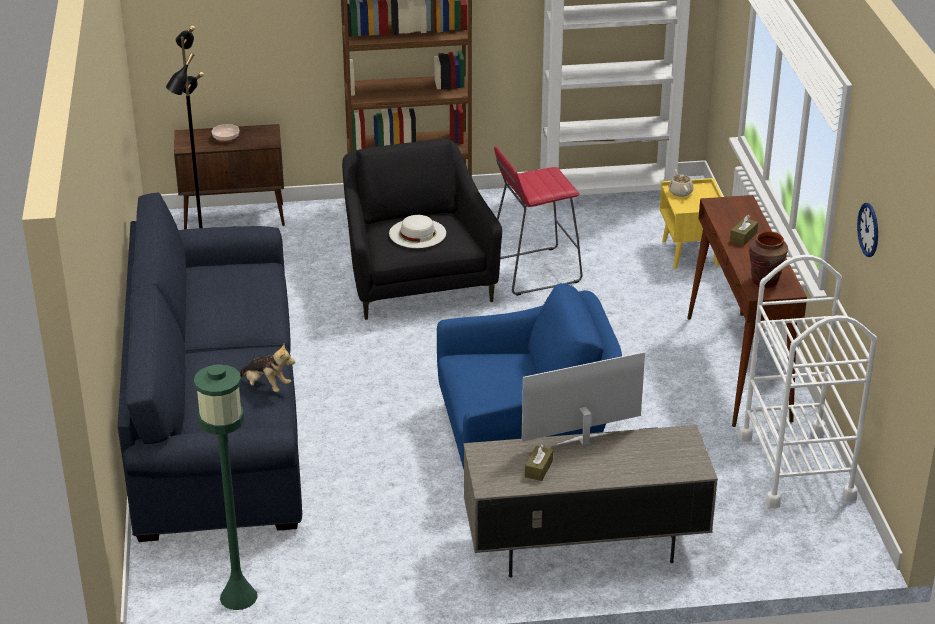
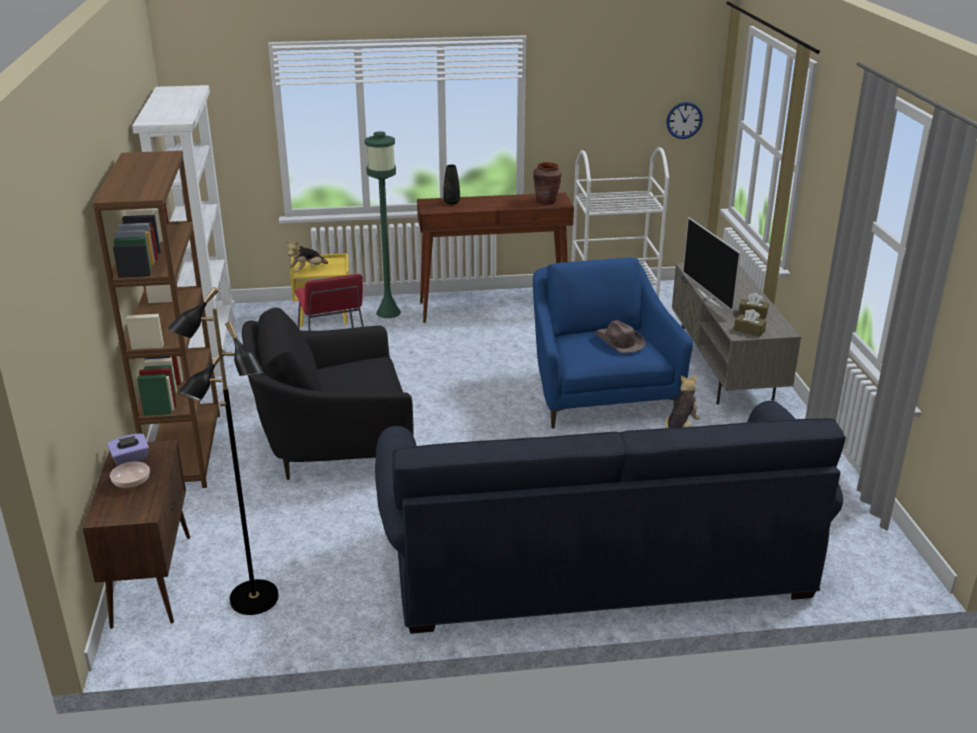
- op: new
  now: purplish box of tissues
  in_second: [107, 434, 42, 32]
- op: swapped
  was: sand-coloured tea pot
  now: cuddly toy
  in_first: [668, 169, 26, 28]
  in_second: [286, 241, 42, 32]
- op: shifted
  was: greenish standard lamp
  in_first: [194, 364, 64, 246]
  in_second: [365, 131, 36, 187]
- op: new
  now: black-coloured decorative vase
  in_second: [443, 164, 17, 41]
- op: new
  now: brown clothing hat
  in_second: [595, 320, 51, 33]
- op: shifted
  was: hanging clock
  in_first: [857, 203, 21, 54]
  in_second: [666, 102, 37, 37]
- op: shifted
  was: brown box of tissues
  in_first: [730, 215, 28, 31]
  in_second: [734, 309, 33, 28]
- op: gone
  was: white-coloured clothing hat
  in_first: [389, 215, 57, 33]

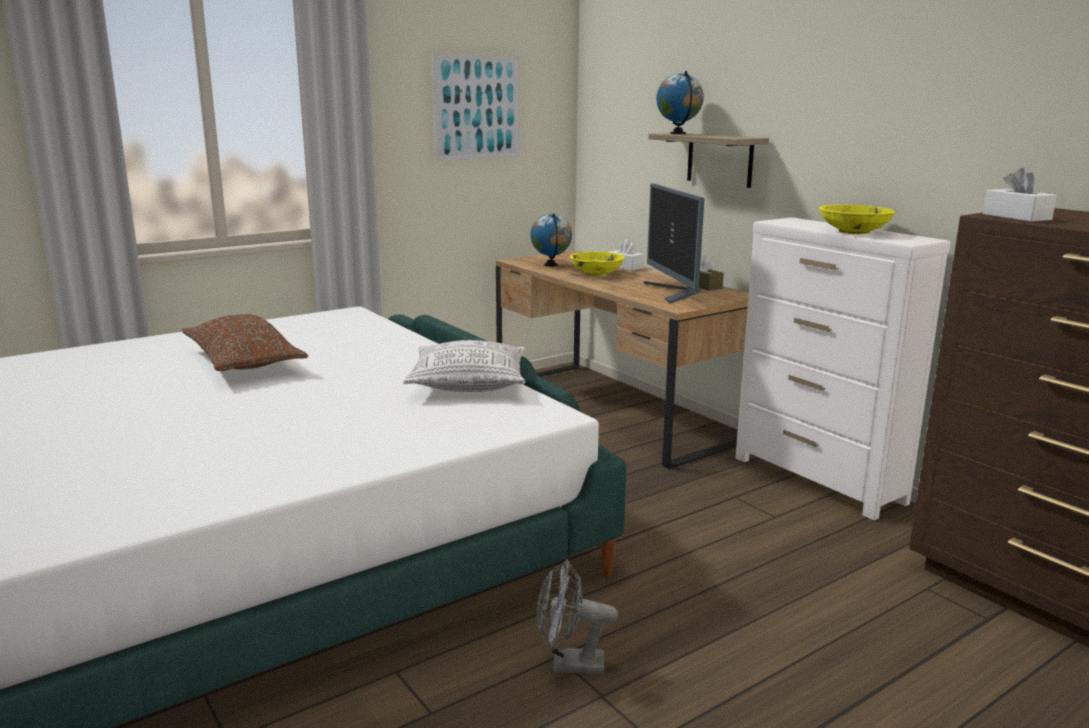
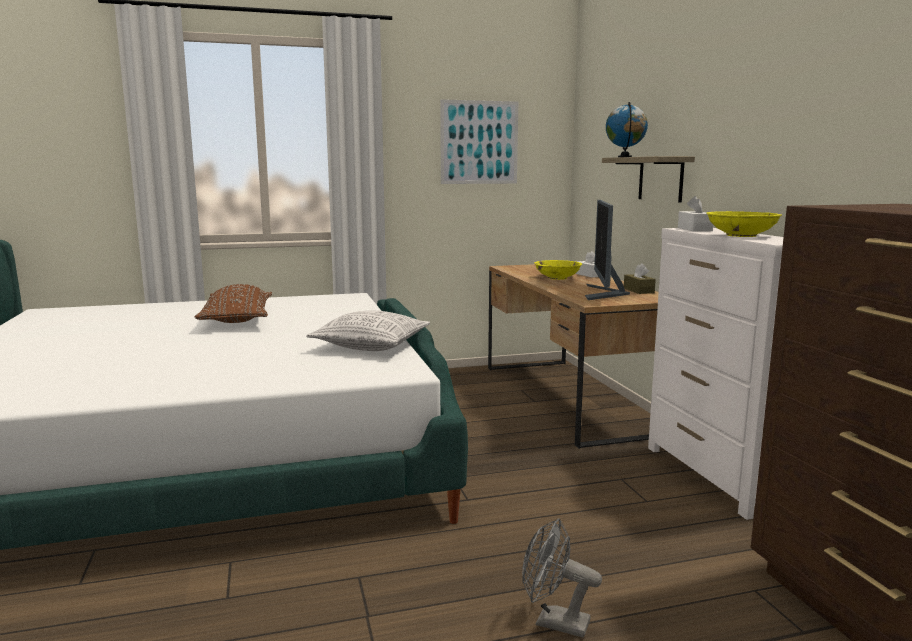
- op: shifted
  was: greyish electric fan
  in_first: [537, 560, 81, 114]
  in_second: [522, 518, 80, 120]
- op: shifted
  was: white-coloured box of tissues
  in_first: [983, 168, 74, 54]
  in_second: [678, 196, 35, 35]
- op: gone
  was: globe
  in_first: [530, 213, 42, 54]

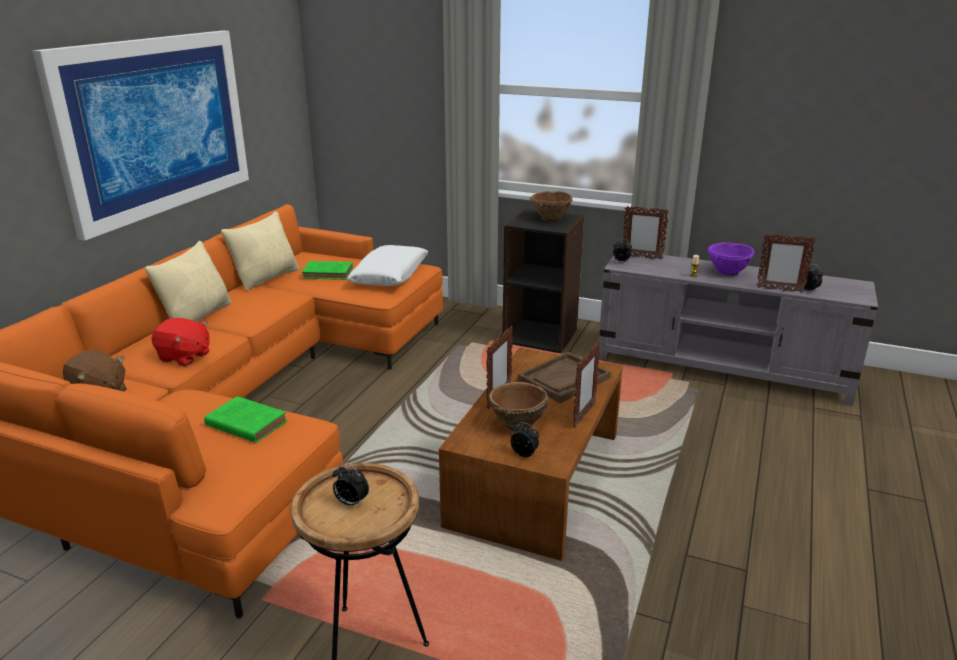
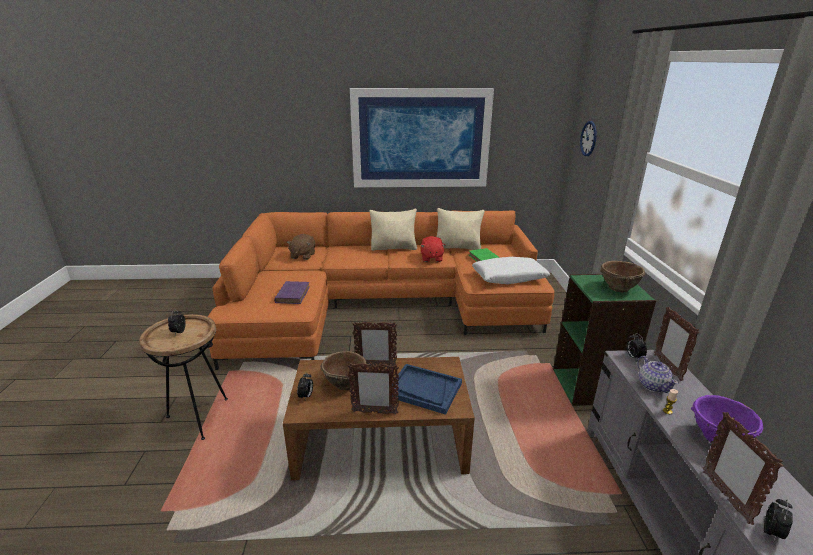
- op: repainted
  was: greenish volume
  now: purplish volume
  in_first: [204, 396, 83, 47]
  in_second: [274, 281, 36, 23]
- op: repainted
  was: brown serving tray
  now: blue-coloured serving tray
  in_first: [518, 352, 93, 51]
  in_second: [393, 364, 69, 51]
- op: shifted
  was: red cuddly toy
  in_first: [151, 318, 59, 48]
  in_second: [421, 236, 25, 26]
- op: repainted
  was: black-coloured shelving unit
  now: greenish shelving unit
  in_first: [503, 209, 81, 144]
  in_second: [553, 274, 103, 132]
- op: new
  now: hanging clock
  in_second: [580, 121, 17, 35]
- op: new
  now: tea pot
  in_second: [637, 356, 42, 37]

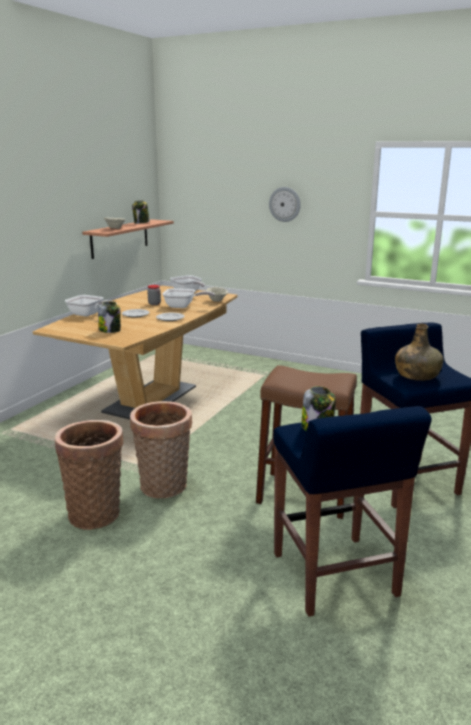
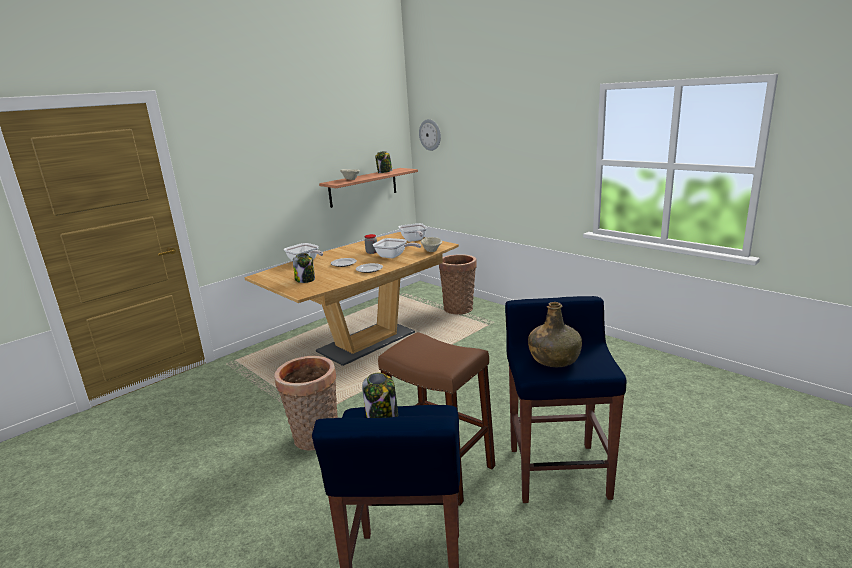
- op: shifted
  was: hanging clock
  in_first: [269, 187, 32, 35]
  in_second: [419, 119, 22, 32]
- op: shifted
  was: basket
  in_first: [55, 420, 68, 110]
  in_second: [439, 254, 38, 61]

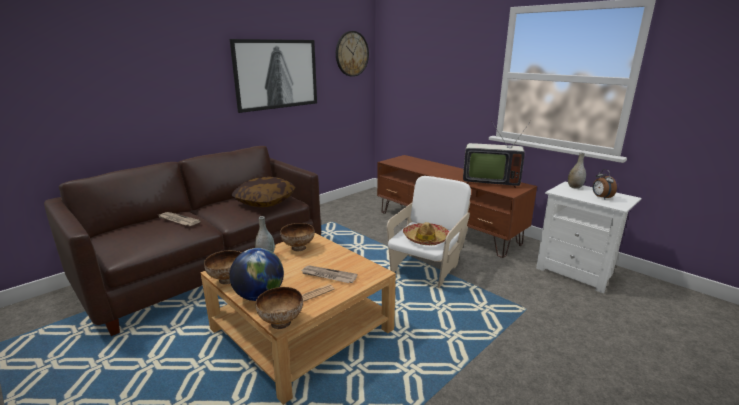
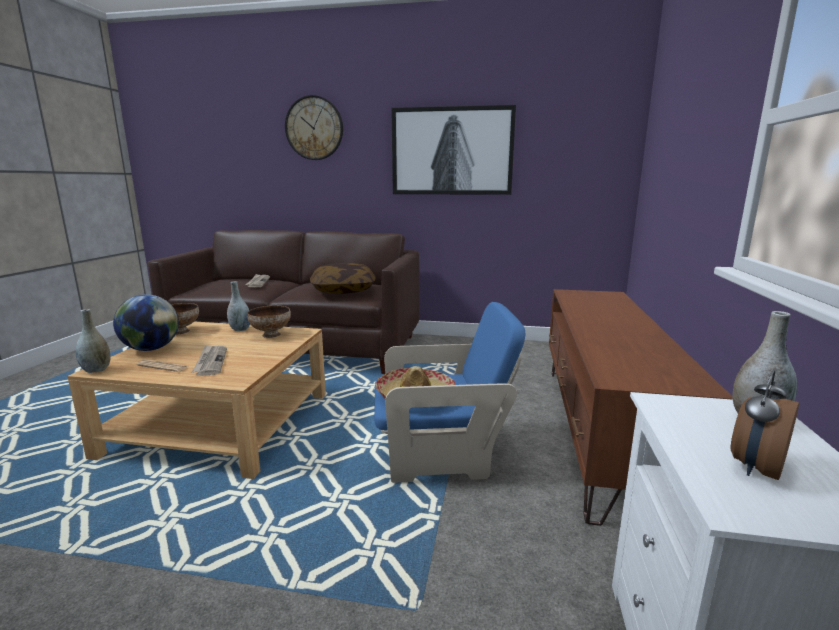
- op: swapped
  was: deep dish
  now: greyish decorative vase
  in_first: [256, 287, 47, 42]
  in_second: [76, 309, 34, 64]
- op: shifted
  was: hanging clock
  in_first: [336, 31, 33, 46]
  in_second: [285, 95, 58, 65]
- op: repainted
  was: white-coloured armchair
  now: blue-coloured armchair
  in_first: [387, 176, 84, 112]
  in_second: [374, 302, 151, 181]
- op: gone
  was: television
  in_first: [463, 121, 68, 67]

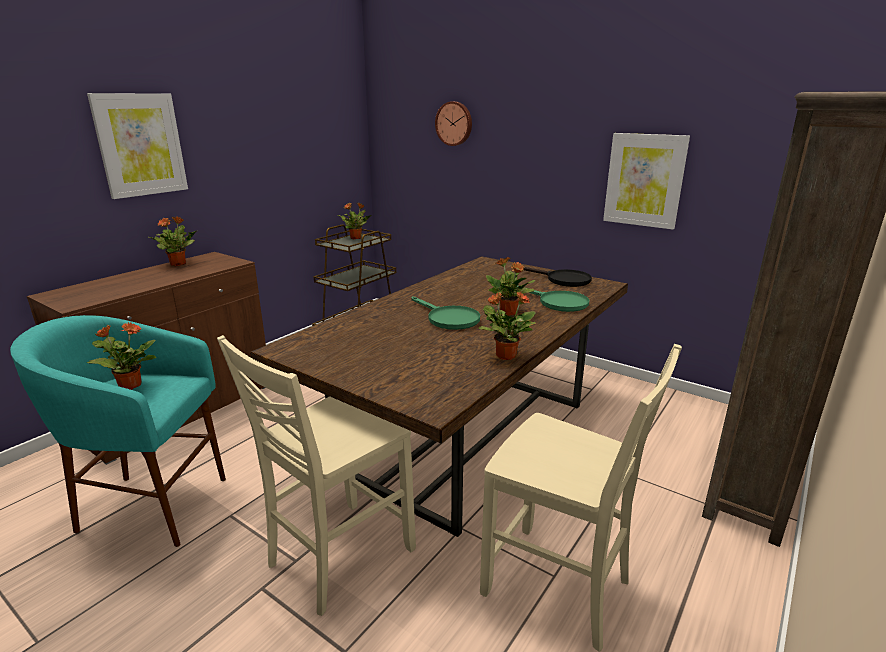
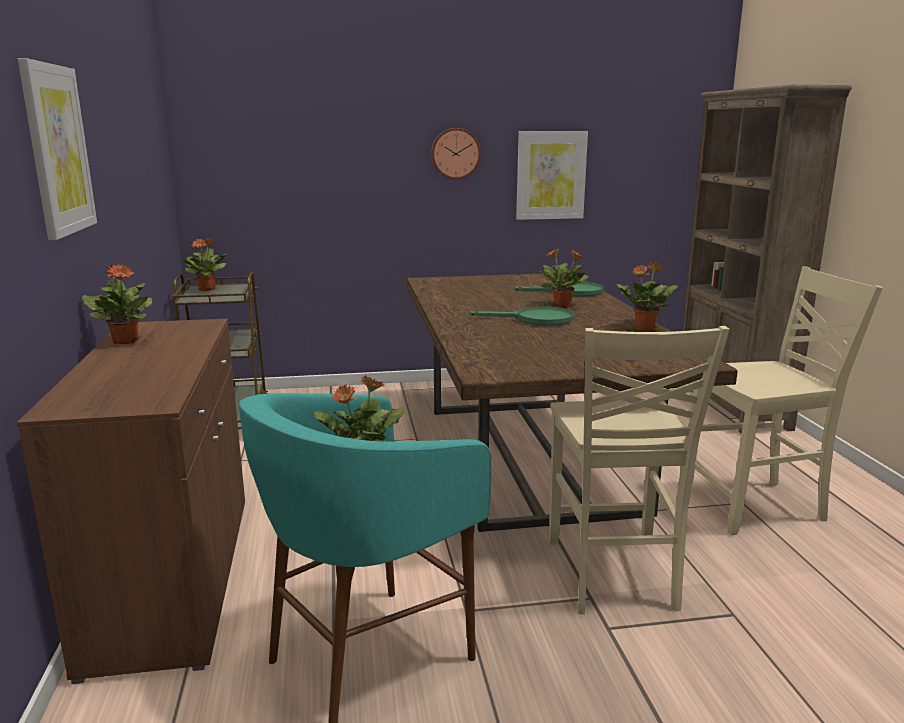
- op: shifted
  was: hanging clock
  in_first: [435, 101, 37, 45]
  in_second: [431, 128, 50, 52]
- op: gone
  was: black-coloured frying pan
  in_first: [524, 267, 68, 20]

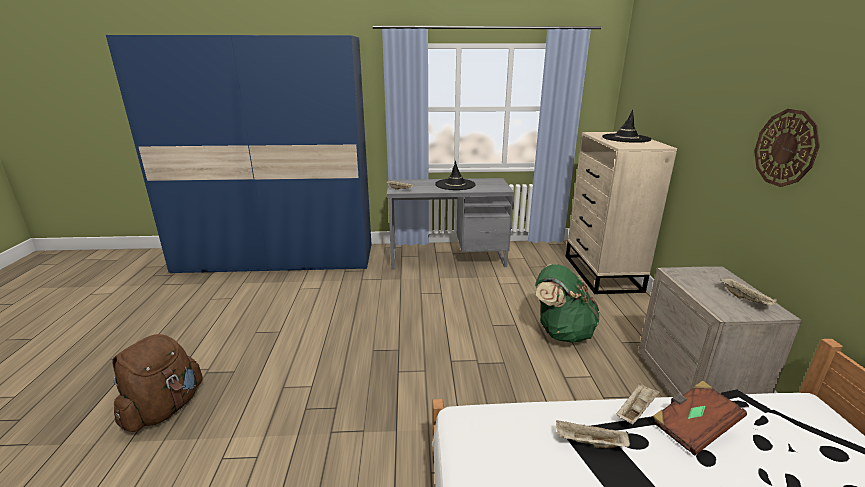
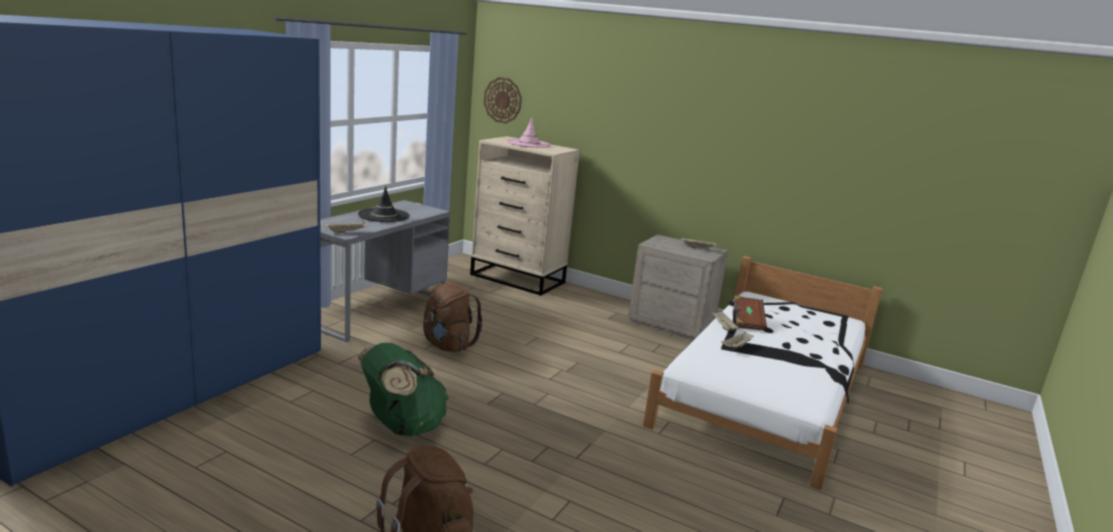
- op: shifted
  was: greenish rucksack
  in_first: [535, 264, 65, 79]
  in_second: [357, 343, 92, 93]
- op: new
  now: brown rucksack
  in_second: [423, 283, 60, 69]
- op: shifted
  was: hanging clock
  in_first: [754, 109, 66, 78]
  in_second: [484, 77, 38, 46]
- op: repainted
  was: black-coloured clothing hat
  now: pink-coloured clothing hat
  in_first: [602, 110, 50, 33]
  in_second: [507, 117, 44, 31]

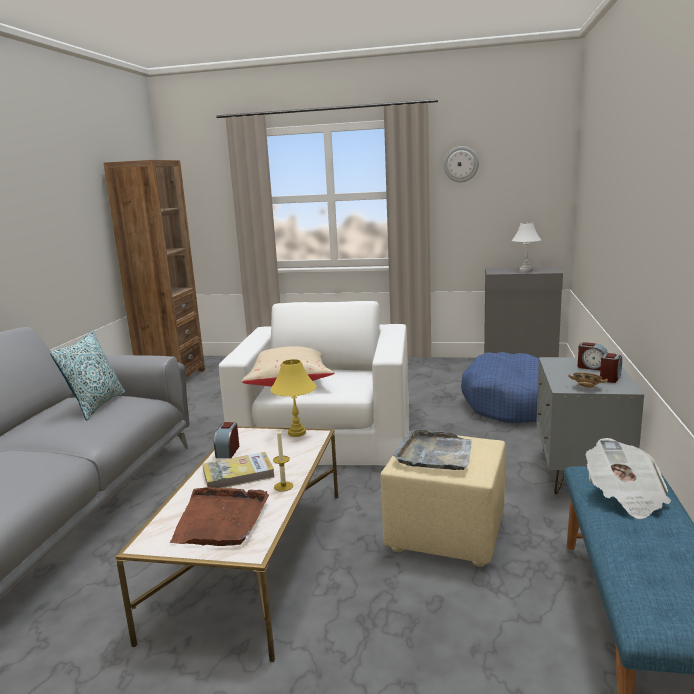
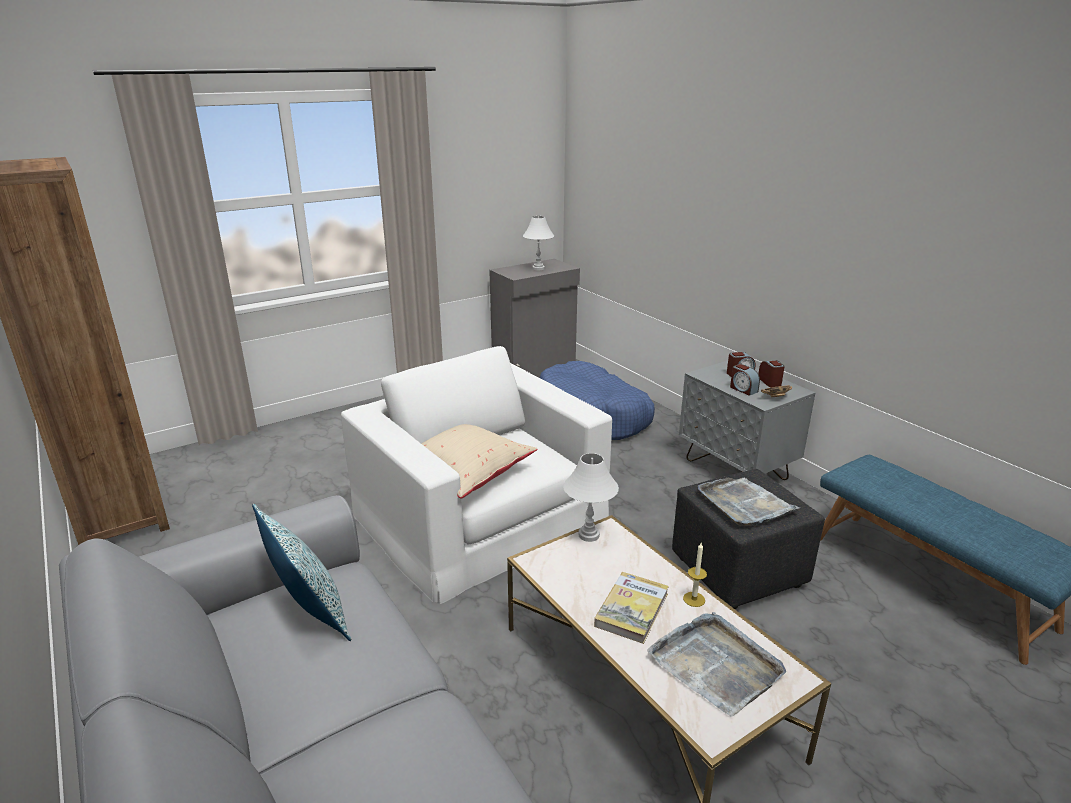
- op: repainted
  was: yellow-coloured lamp for a table
  now: white-coloured lamp for a table
  in_first: [270, 359, 46, 78]
  in_second: [563, 453, 56, 89]
- op: repainted
  was: brown serving tray
  now: greyish serving tray
  in_first: [170, 487, 99, 59]
  in_second: [647, 612, 139, 104]
- op: repainted
  was: sand-coloured footrest
  now: black-coloured footrest
  in_first: [380, 433, 126, 134]
  in_second: [672, 469, 153, 140]
- op: shifted
  was: alarm clock
  in_first: [214, 422, 25, 36]
  in_second: [730, 364, 30, 32]
- op: gone
  was: hanging clock
  in_first: [444, 146, 35, 37]
- op: gone
  was: newspaper
  in_first: [586, 438, 85, 81]

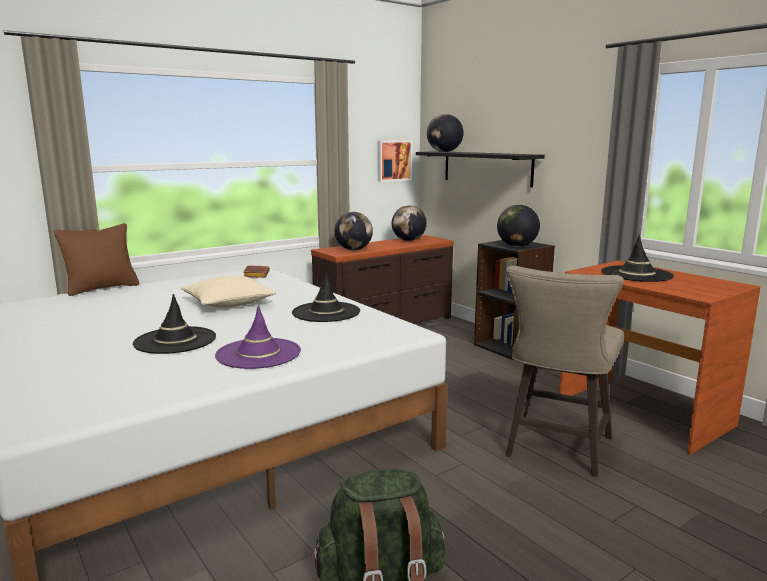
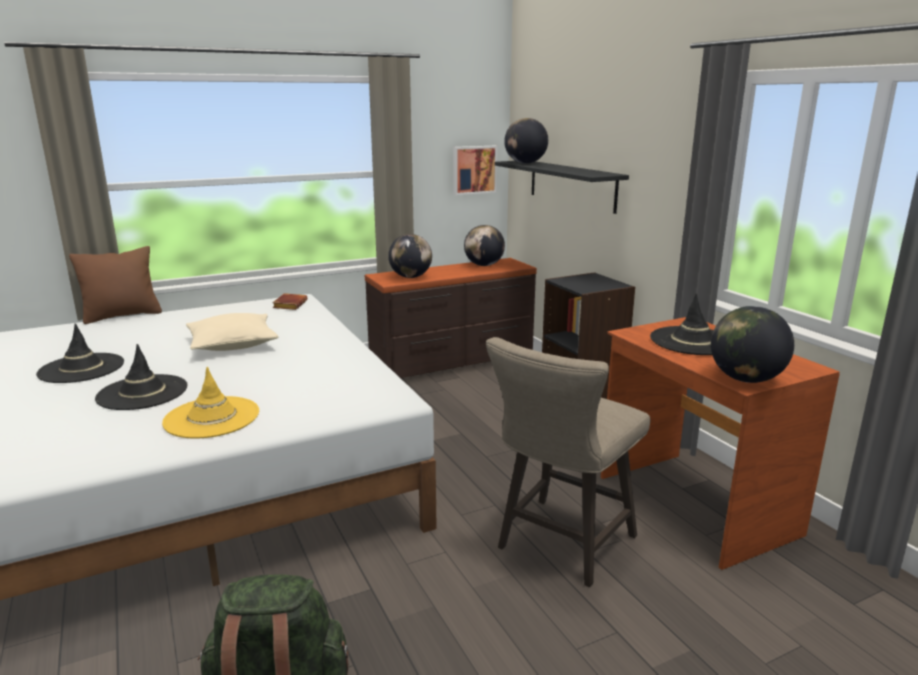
- op: shifted
  was: black-coloured clothing hat
  in_first: [292, 272, 68, 50]
  in_second: [36, 323, 88, 60]
- op: repainted
  was: purplish clothing hat
  now: yellow-coloured clothing hat
  in_first: [215, 305, 86, 64]
  in_second: [162, 367, 97, 71]
- op: shifted
  was: globe
  in_first: [497, 205, 43, 42]
  in_second: [711, 306, 83, 77]

